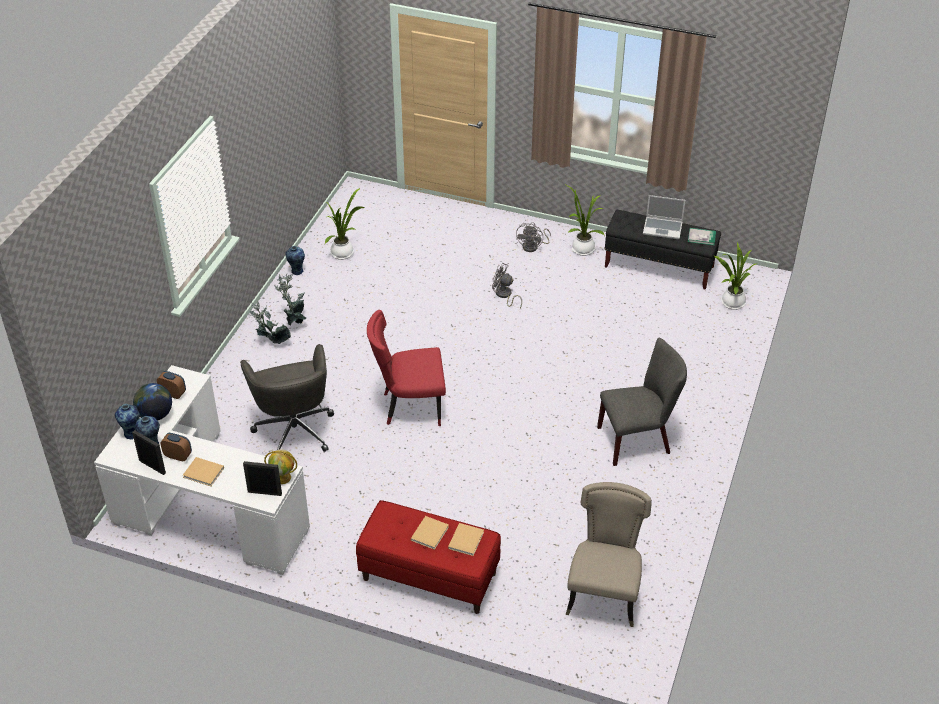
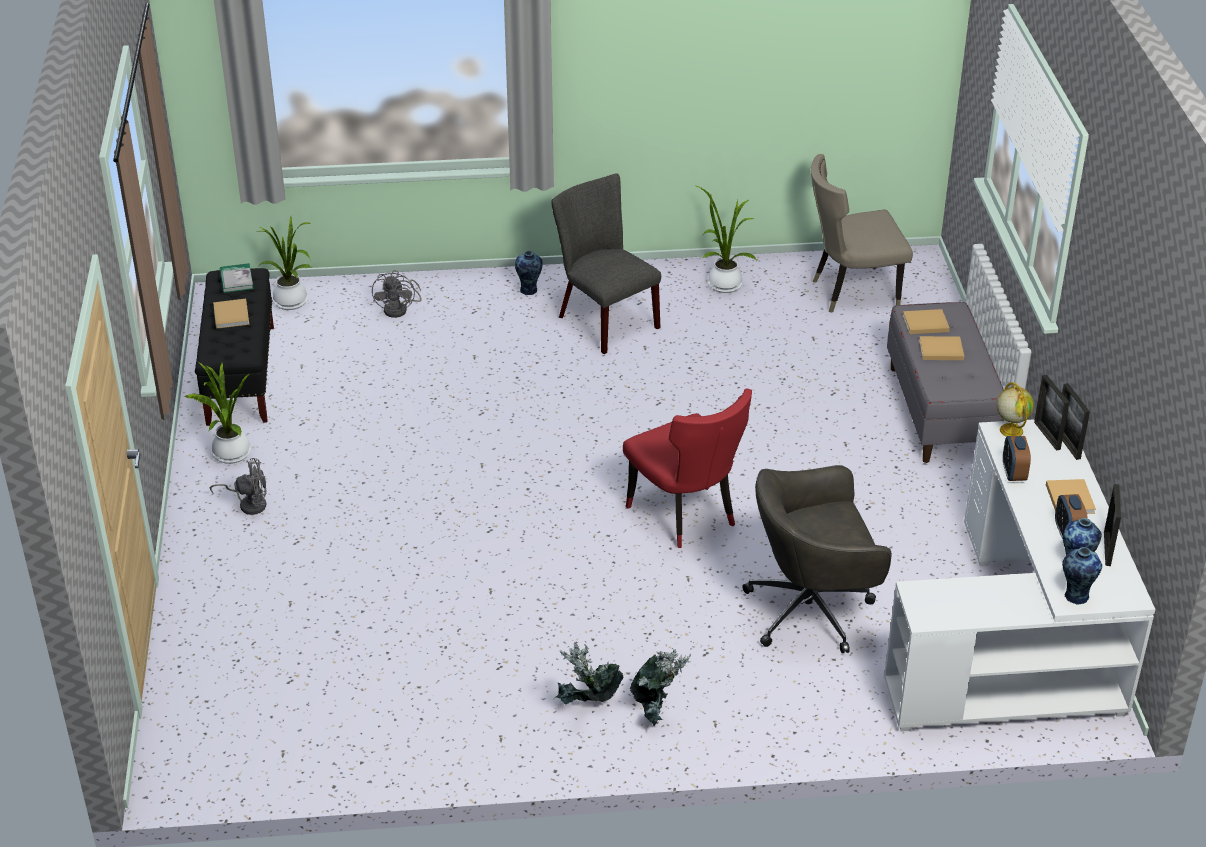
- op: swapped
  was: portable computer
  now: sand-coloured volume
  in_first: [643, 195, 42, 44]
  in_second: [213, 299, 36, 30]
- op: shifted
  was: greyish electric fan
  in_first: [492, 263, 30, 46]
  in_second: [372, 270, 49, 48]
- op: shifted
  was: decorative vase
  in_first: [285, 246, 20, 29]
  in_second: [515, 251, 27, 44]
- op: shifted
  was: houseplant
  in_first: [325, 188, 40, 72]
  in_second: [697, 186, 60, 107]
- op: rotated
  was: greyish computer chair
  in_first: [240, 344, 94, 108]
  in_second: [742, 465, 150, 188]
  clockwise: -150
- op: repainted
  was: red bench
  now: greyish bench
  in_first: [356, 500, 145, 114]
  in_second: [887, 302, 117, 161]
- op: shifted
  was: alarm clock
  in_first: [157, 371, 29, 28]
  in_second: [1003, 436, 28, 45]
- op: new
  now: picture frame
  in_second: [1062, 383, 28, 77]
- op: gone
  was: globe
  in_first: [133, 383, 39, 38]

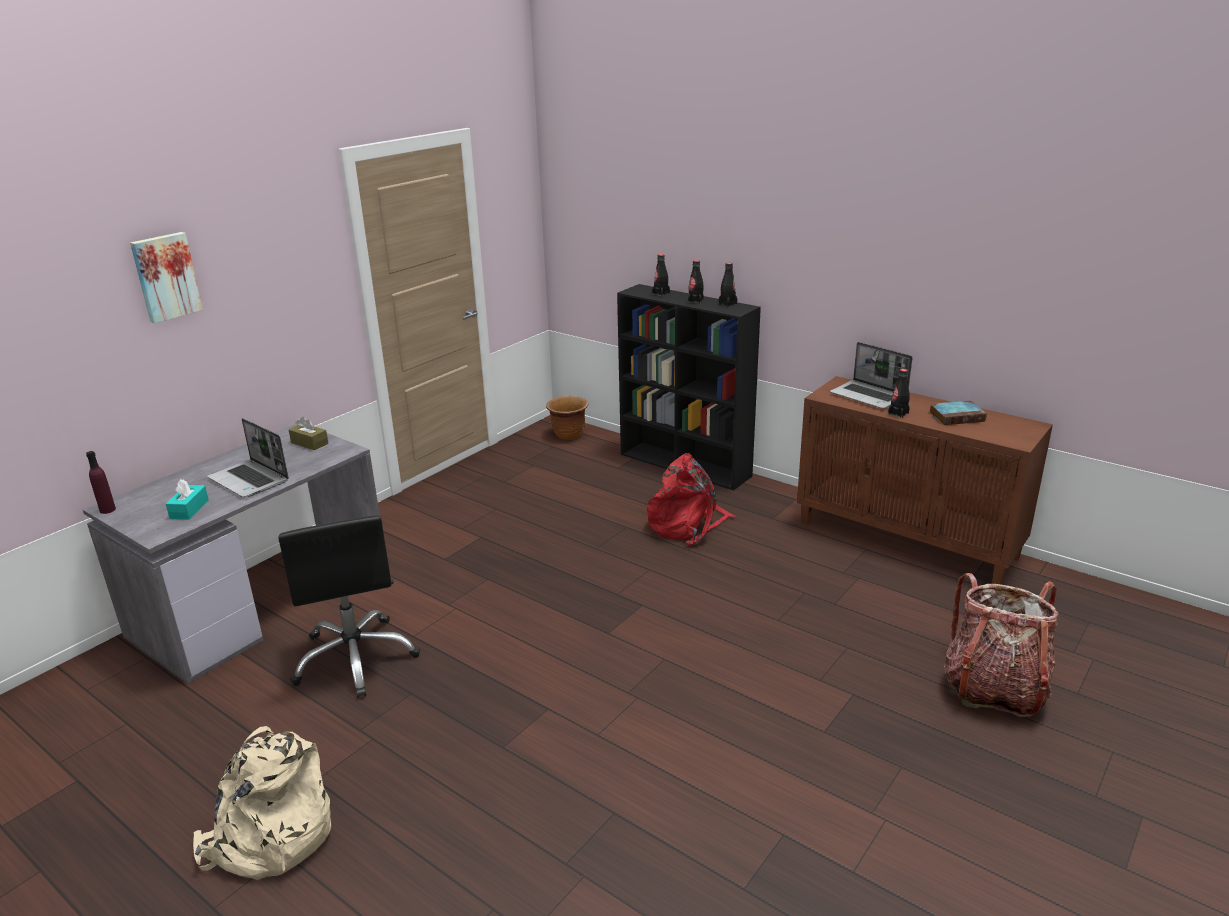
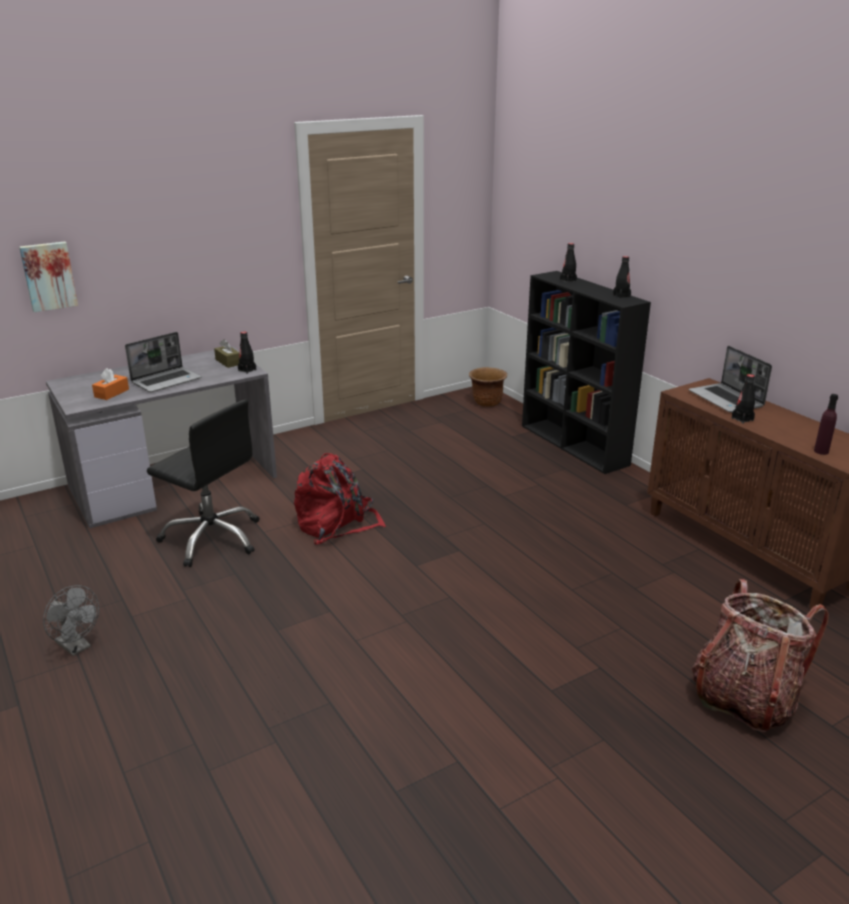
- op: shifted
  was: wall picture
  in_first: [130, 232, 73, 92]
  in_second: [19, 241, 59, 71]
- op: swapped
  was: sand-coloured rucksack
  now: greyish electric fan
  in_first: [193, 726, 138, 154]
  in_second: [43, 585, 56, 71]
- op: repainted
  was: turquoise box of tissues
  now: orange box of tissues
  in_first: [166, 479, 43, 40]
  in_second: [92, 368, 37, 32]
- op: rotated
  was: portable computer
  in_first: [207, 418, 82, 80]
  in_second: [125, 332, 77, 60]
  clockwise: -105
- op: rotated
  was: black-coloured computer chair
  in_first: [278, 516, 142, 182]
  in_second: [147, 400, 112, 167]
  clockwise: -60
- op: shifted
  was: black-coloured drink bottle
  in_first: [688, 260, 16, 44]
  in_second: [238, 332, 18, 42]
- op: shifted
  was: red rucksack
  in_first: [647, 453, 88, 93]
  in_second: [294, 453, 92, 91]
- op: shifted
  was: purplish drink bottle
  in_first: [86, 451, 30, 63]
  in_second: [814, 394, 24, 61]
- op: gone
  was: volume
  in_first: [929, 401, 58, 24]

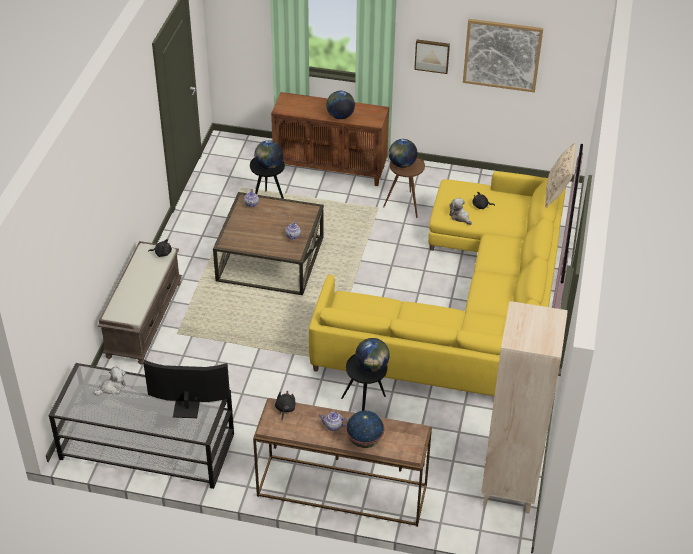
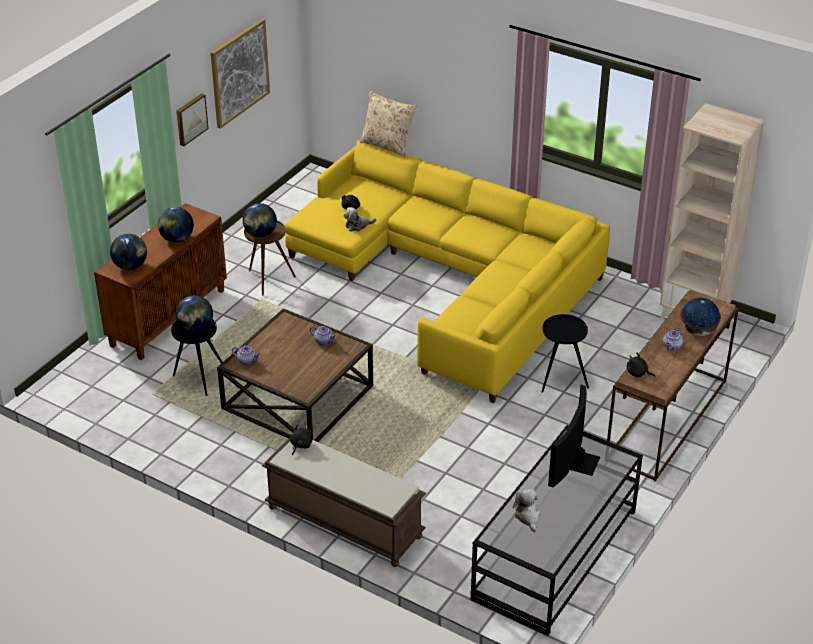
- op: shifted
  was: globe
  in_first: [355, 338, 35, 34]
  in_second: [110, 234, 37, 36]

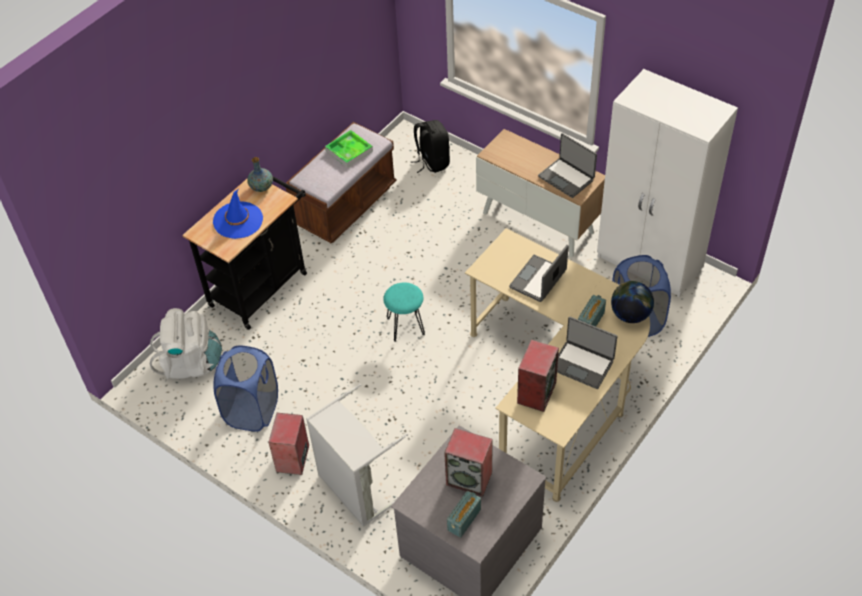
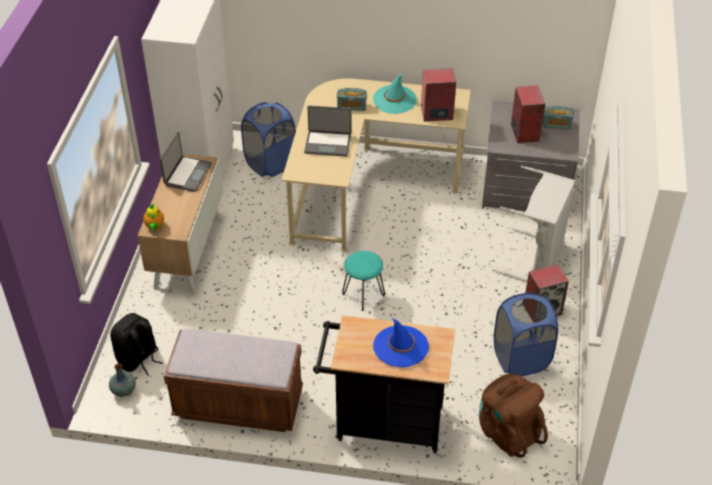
- op: shifted
  was: decorative vase
  in_first: [247, 157, 26, 35]
  in_second: [109, 363, 27, 34]
- op: new
  now: tea pot
  in_second: [143, 203, 21, 27]
- op: swapped
  was: portable computer
  now: turquoise clothing hat
  in_first: [557, 317, 61, 72]
  in_second: [373, 74, 44, 40]
- op: repainted
  was: white-coloured rucksack
  now: brown rucksack
  in_first: [150, 308, 72, 71]
  in_second: [479, 374, 69, 84]
- op: gone
  was: serving tray
  in_first: [325, 130, 48, 38]
- op: gone
  was: globe
  in_first: [611, 281, 43, 42]

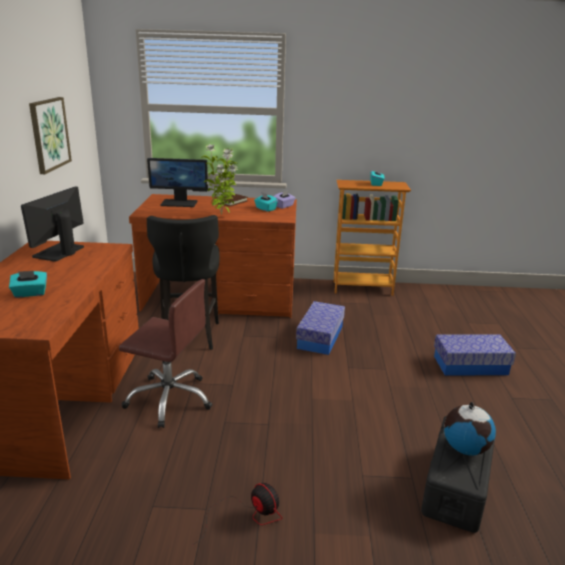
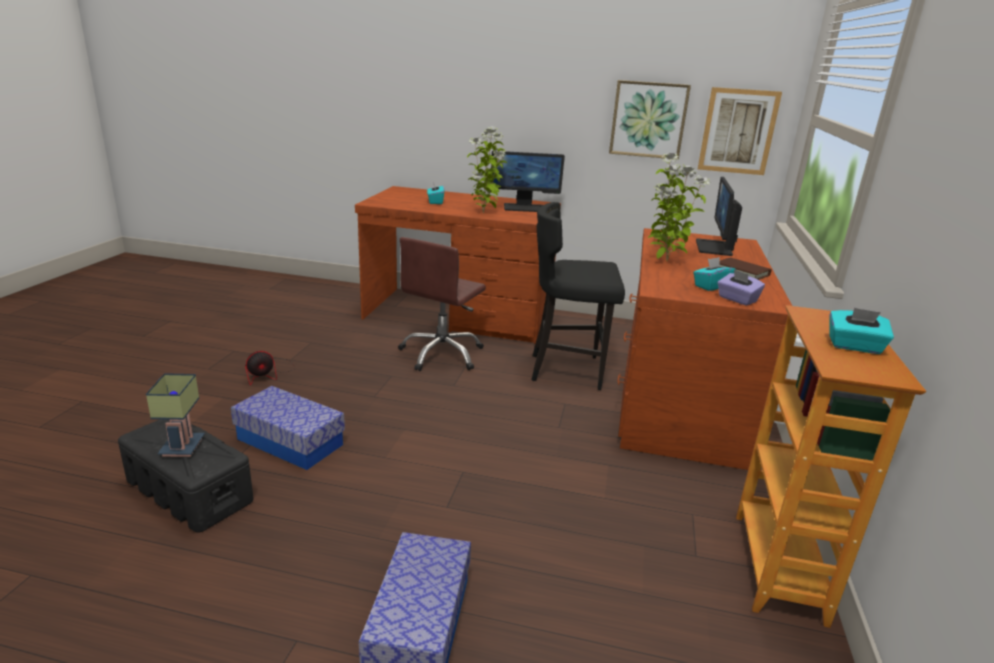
- op: swapped
  was: globe
  now: lamp for a table
  in_first: [444, 402, 52, 54]
  in_second: [146, 373, 59, 84]
- op: shifted
  was: storage box
  in_first: [296, 301, 49, 54]
  in_second: [231, 386, 114, 84]
- op: new
  now: houseplant
  in_second: [467, 126, 40, 87]
- op: rotated
  was: computer display
  in_first: [21, 187, 63, 74]
  in_second: [490, 151, 75, 61]
  clockwise: 150
- op: new
  now: wall picture
  in_second: [698, 87, 84, 88]

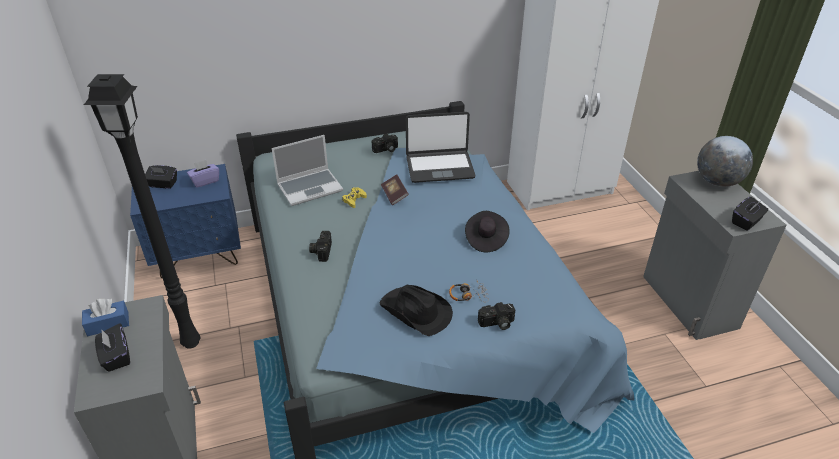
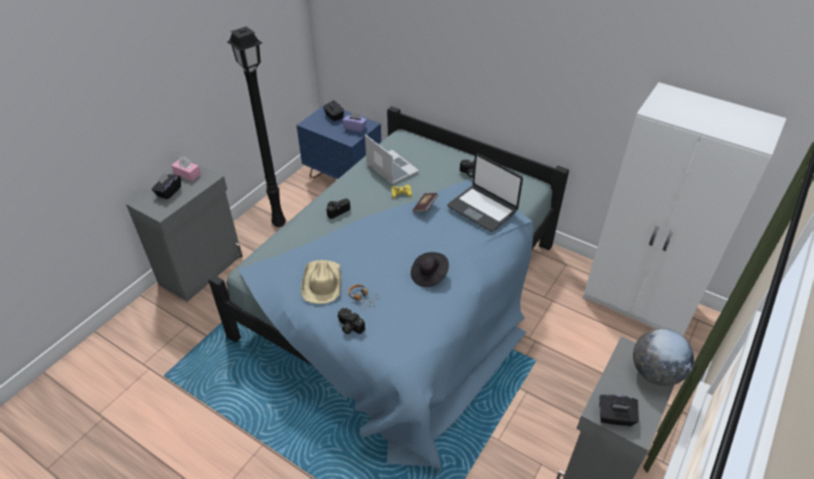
- op: repainted
  was: blue-coloured box of tissues
  now: pink-coloured box of tissues
  in_first: [82, 299, 47, 37]
  in_second: [171, 156, 30, 25]
- op: repainted
  was: black-coloured clothing hat
  now: sand-coloured clothing hat
  in_first: [380, 285, 73, 51]
  in_second: [301, 260, 40, 44]
- op: rotated
  was: portable computer
  in_first: [272, 135, 71, 71]
  in_second: [365, 134, 54, 51]
  clockwise: -150

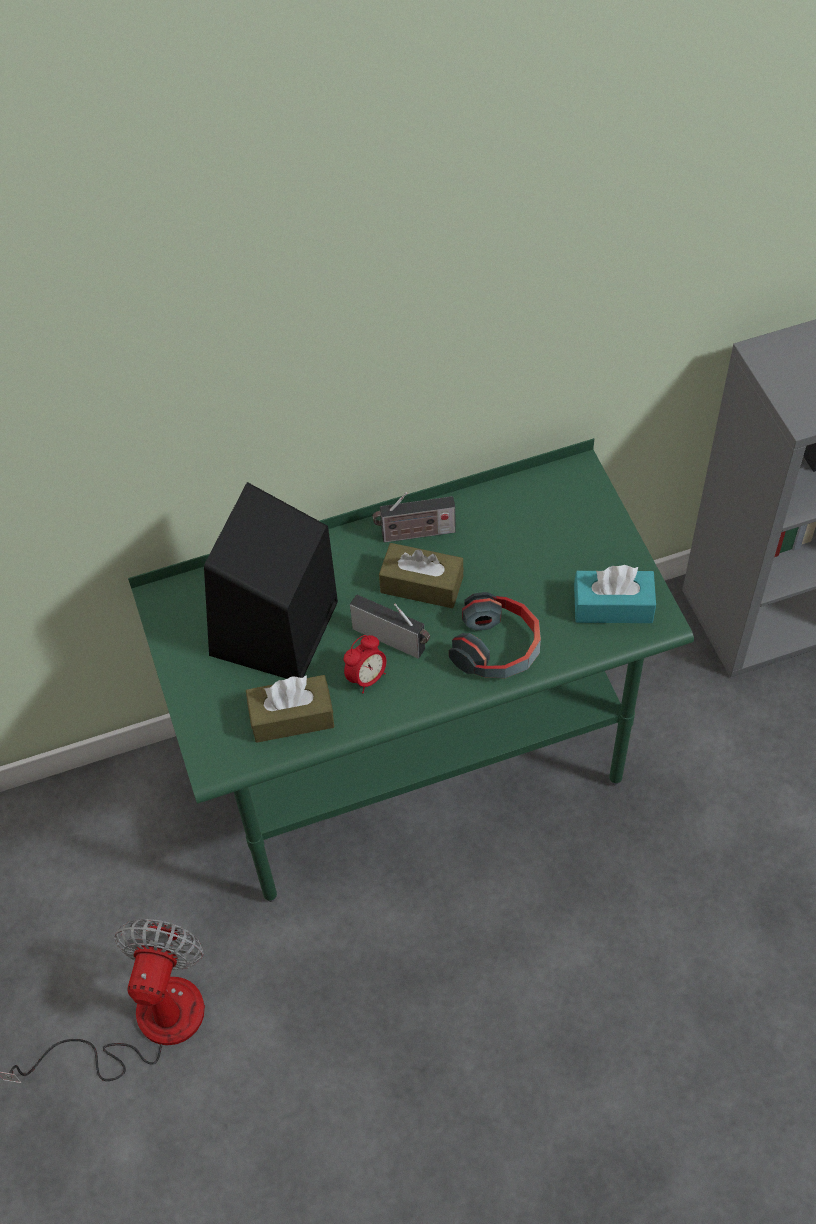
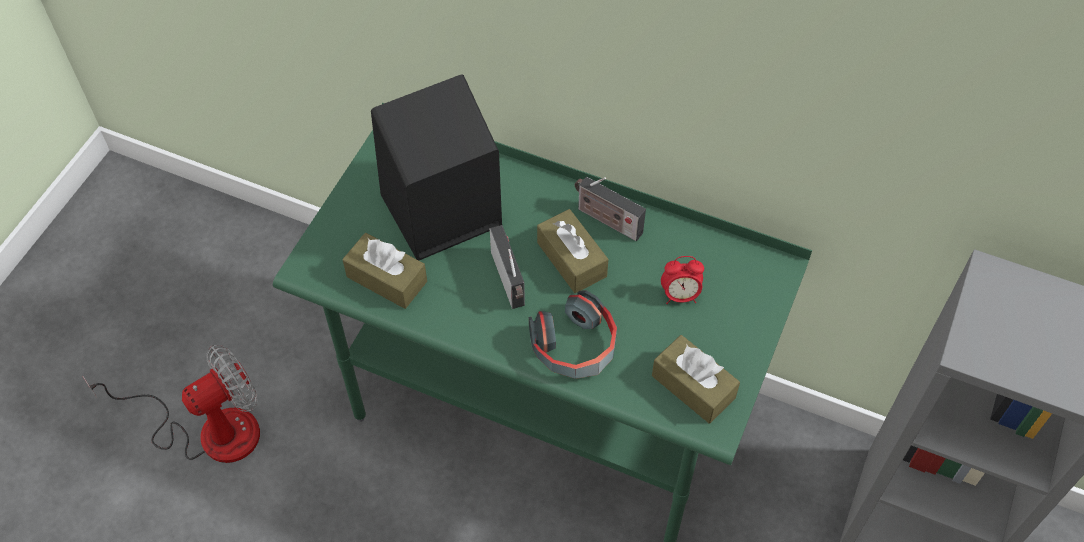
- op: repainted
  was: turquoise box of tissues
  now: brown box of tissues
  in_first: [574, 565, 82, 58]
  in_second: [652, 335, 88, 89]
- op: shifted
  was: alarm clock
  in_first: [344, 635, 42, 58]
  in_second: [661, 256, 43, 48]

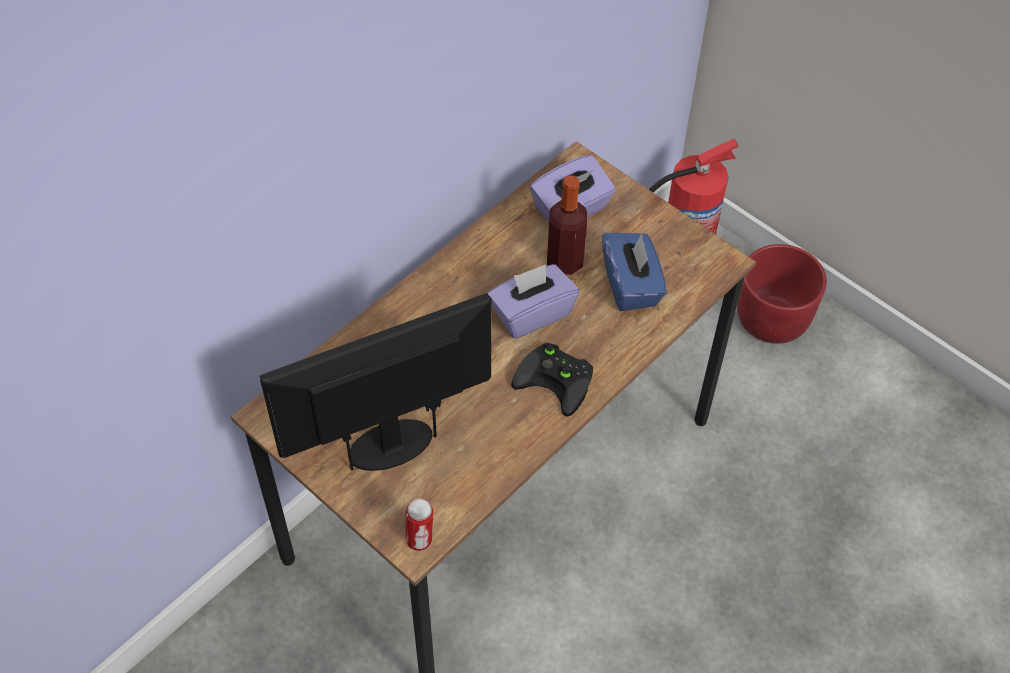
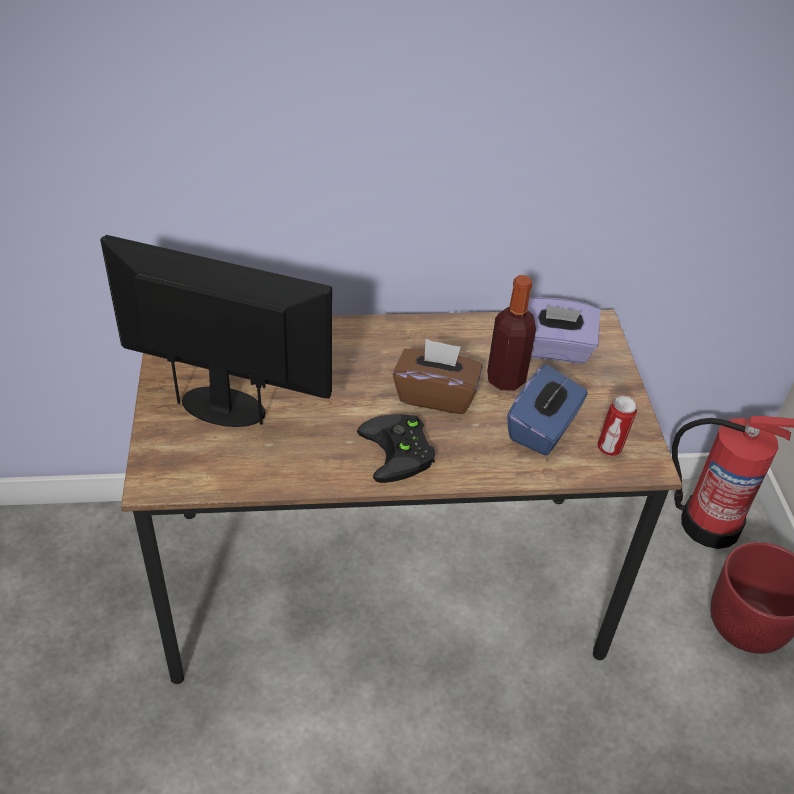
- op: repainted
  was: purplish box of tissues
  now: brown box of tissues
  in_first: [488, 264, 91, 75]
  in_second: [393, 339, 89, 75]
- op: shifted
  was: sealed can
  in_first: [405, 498, 28, 53]
  in_second: [597, 395, 40, 61]

